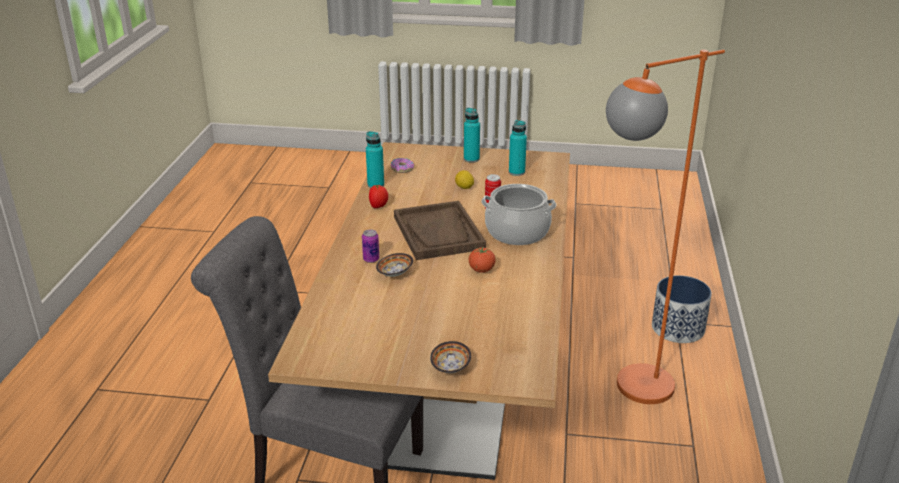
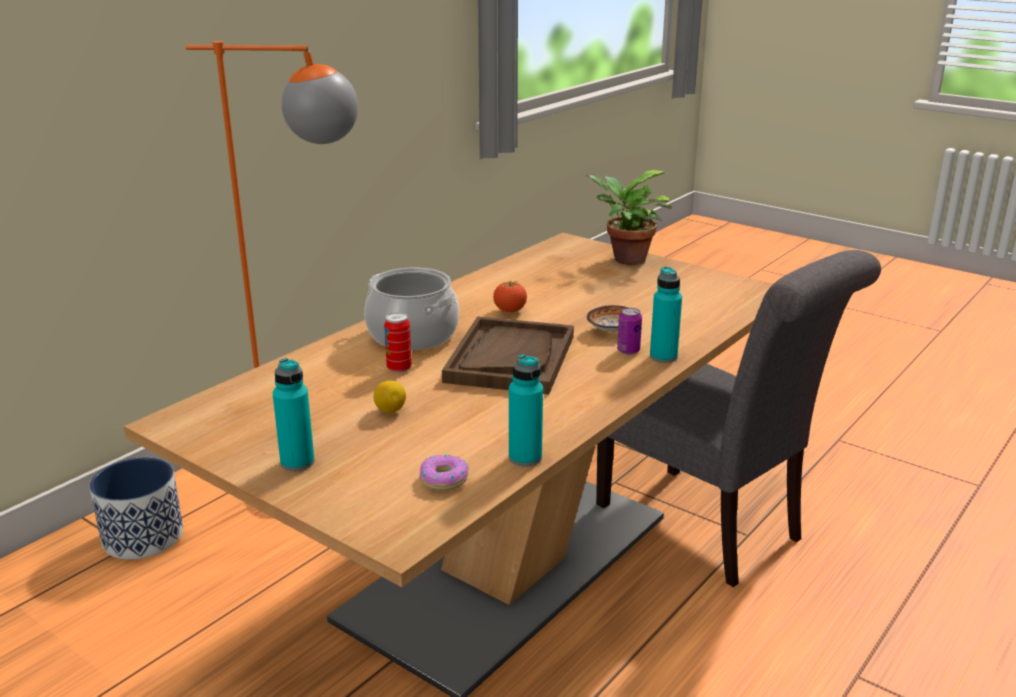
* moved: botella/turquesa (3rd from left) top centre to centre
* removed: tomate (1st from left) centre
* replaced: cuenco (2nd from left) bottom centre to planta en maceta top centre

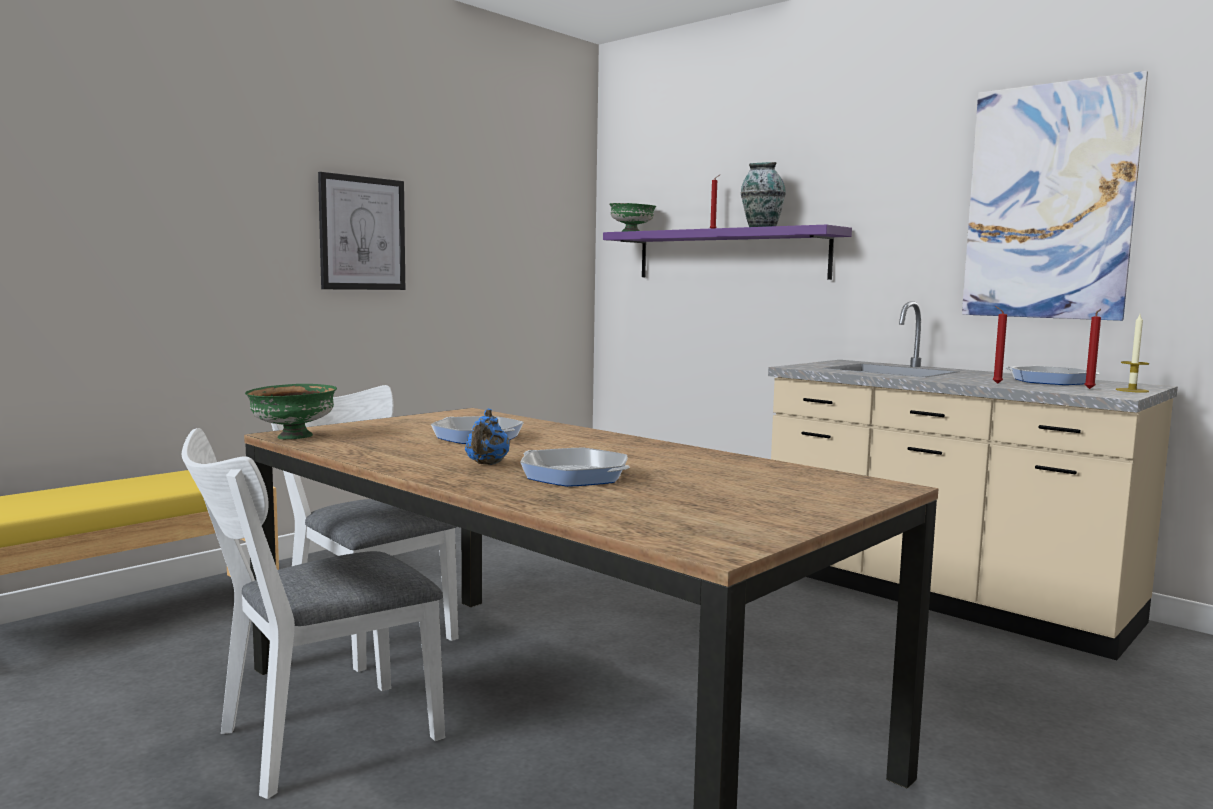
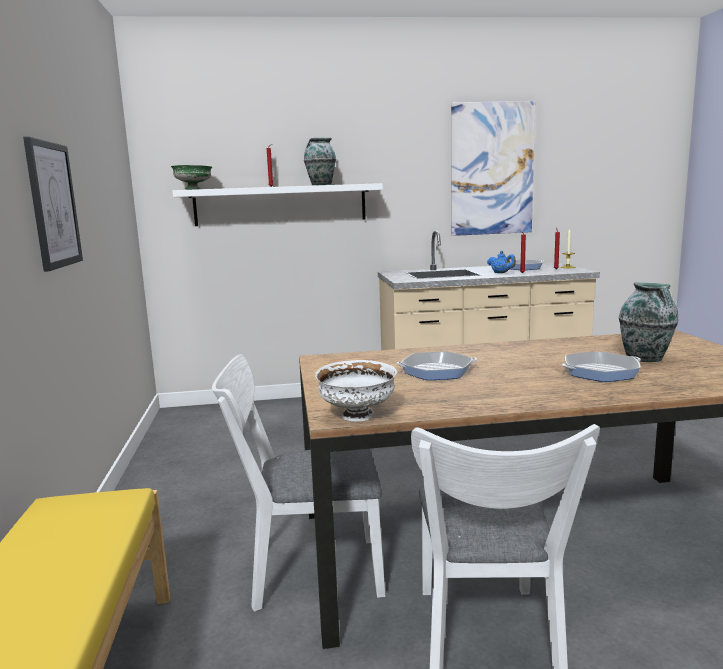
* recoloured: estante/morado top centre to estante/blanco top centre
* recoloured: cuenco/verde (1st from left) middle left to cuenco/blanco centre
* moved: tetera/azul centre to middle right
* added: florero (2nd from left) middle right

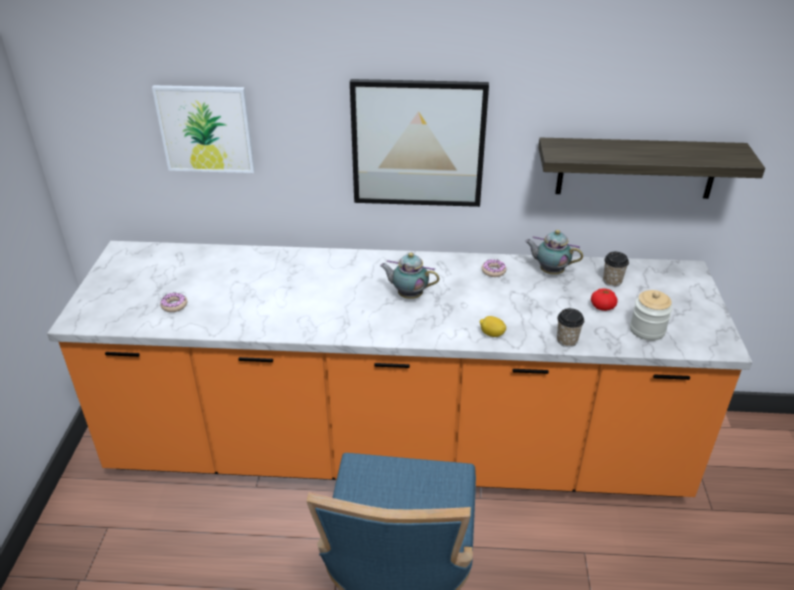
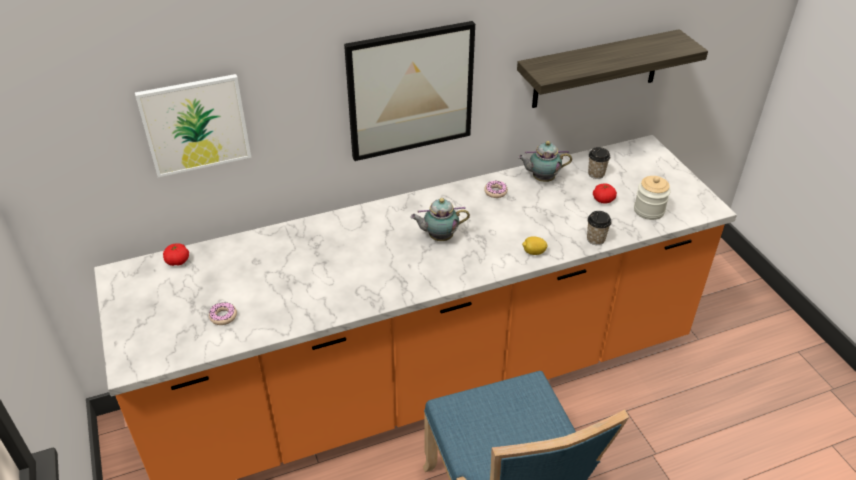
* added: tomate (1st from left) middle left

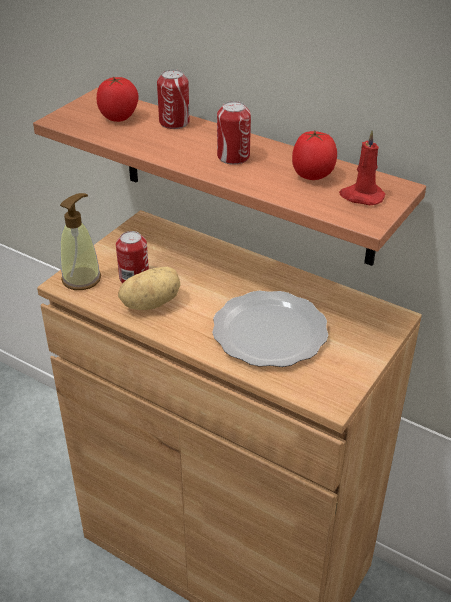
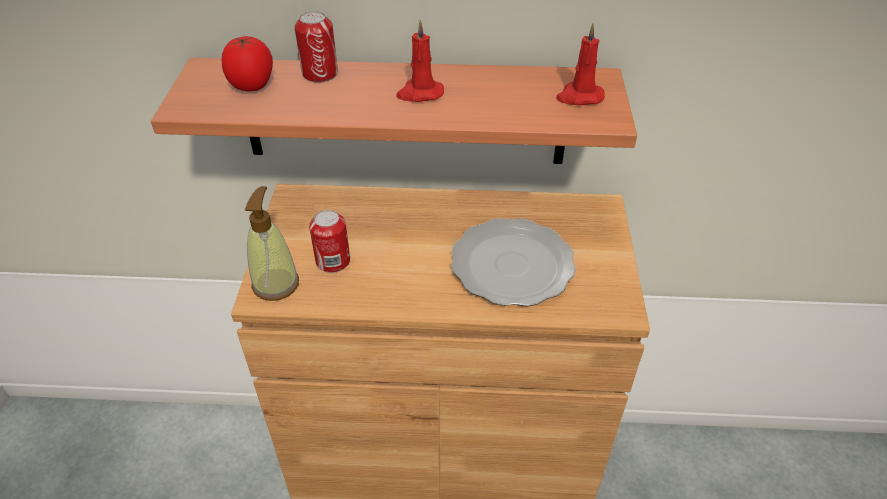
* replaced: lata (3rd from left) top centre to vela/rojo (1st from left) top centre
* removed: tomate (2nd from left) top right
* removed: patata middle left

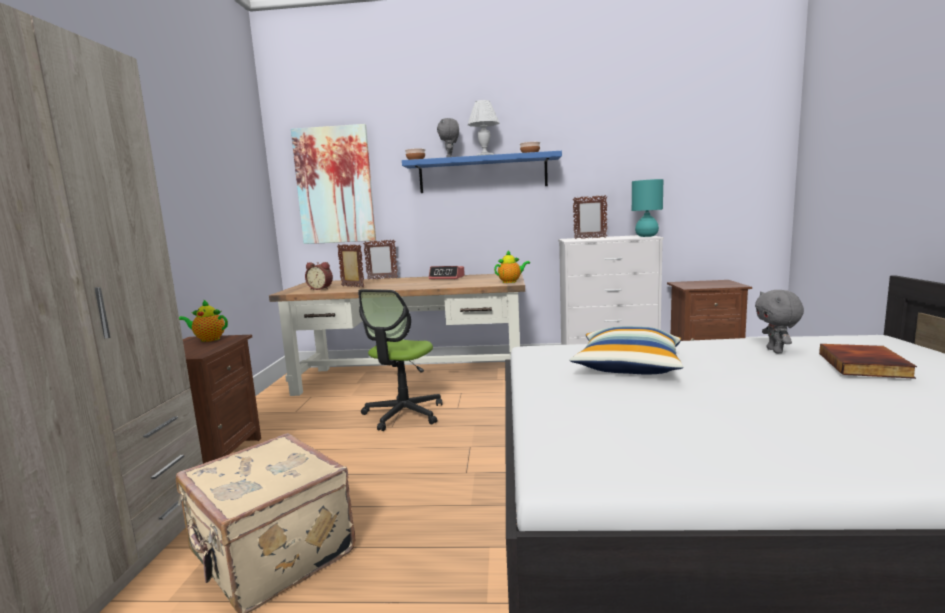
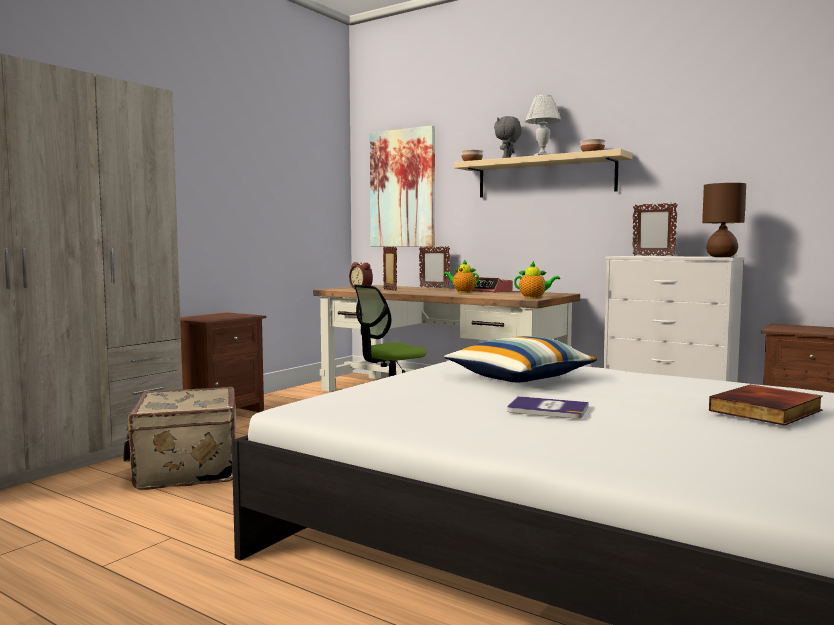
* recoloured: estante/azul top centre to estante/beis top centre
* recoloured: lámpara de mesa/turquesa middle right to lámpara de mesa/marrón middle right
* removed: peluche/gris (2nd from left) middle right
* moved: tetera (1st from left) middle left to centre
* added: libro (1st from left) centre

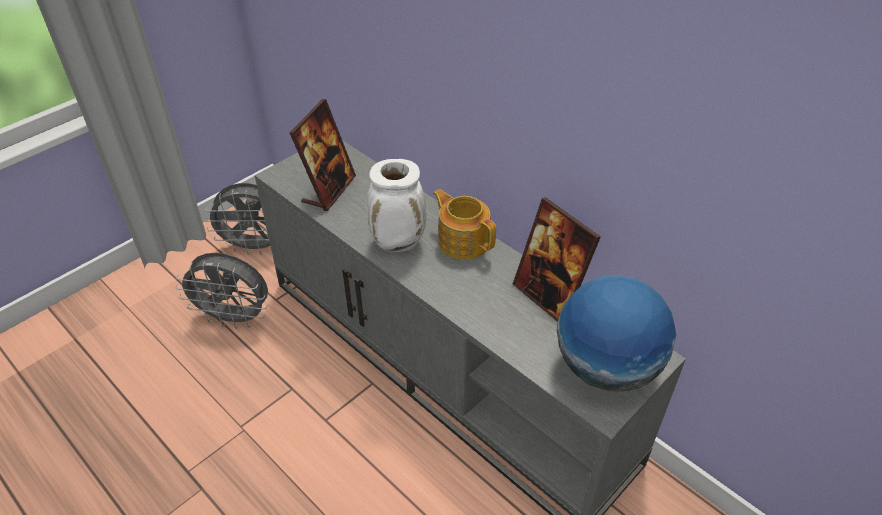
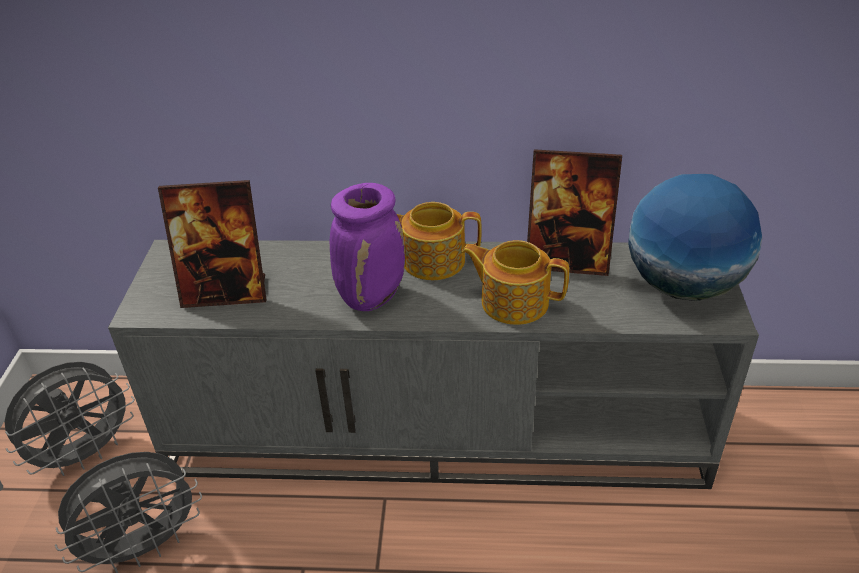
* turned: portarretratos (1st from left) top centre = middle left 105 degrees clockwise
* recoloured: florero/blanco centre to florero/morado centre
* added: tetera (2nd from left) centre

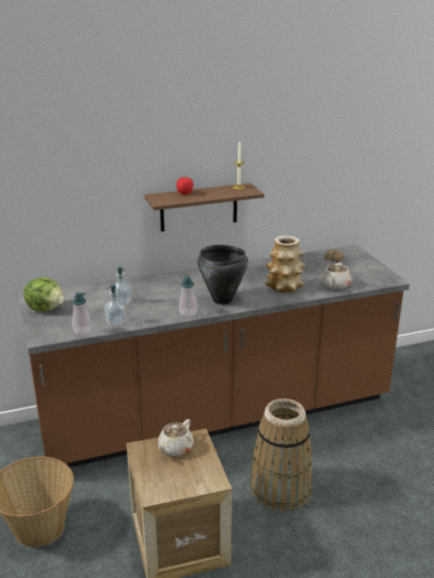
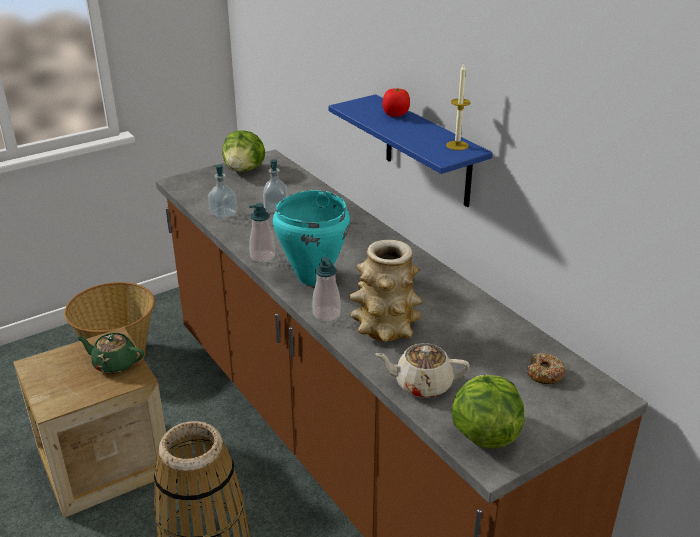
* recoloured: estante/marrón centre to estante/azul top centre
* recoloured: olla/negro centre to olla/turquesa centre
* moved: dispensador de jabón (1st from left in the first image) middle left to dispensador de jabón (4th from left) centre
* recoloured: tetera/beis (1st from left) bottom centre to tetera/verde middle left
* added: lechuga (2nd from left) bottom right

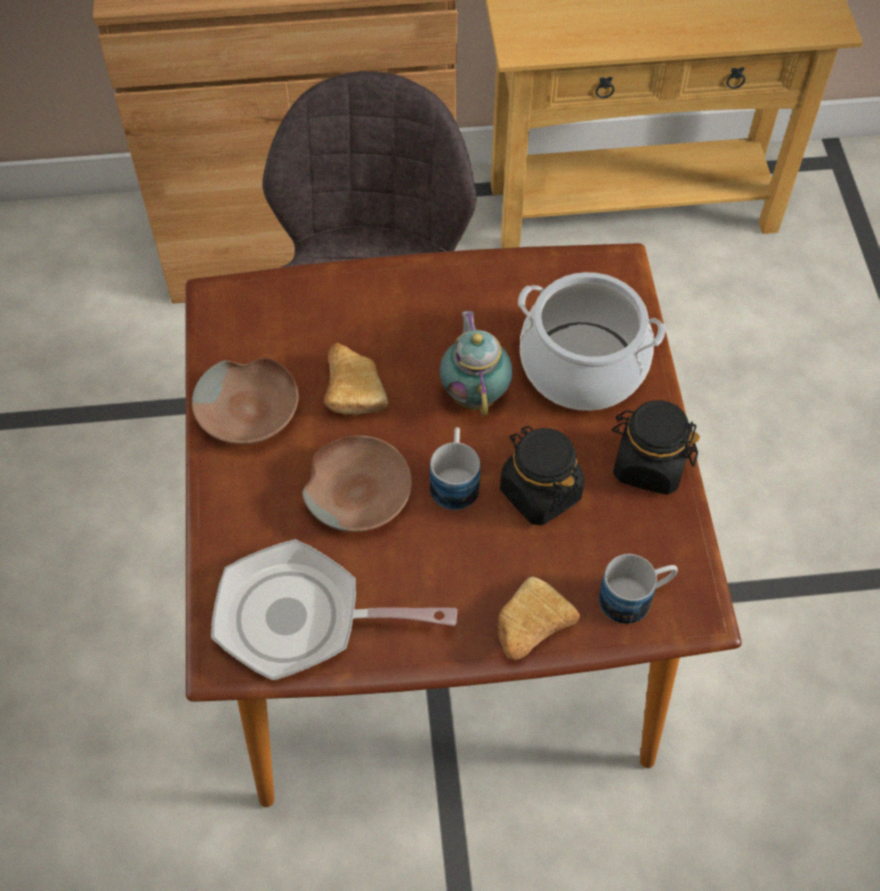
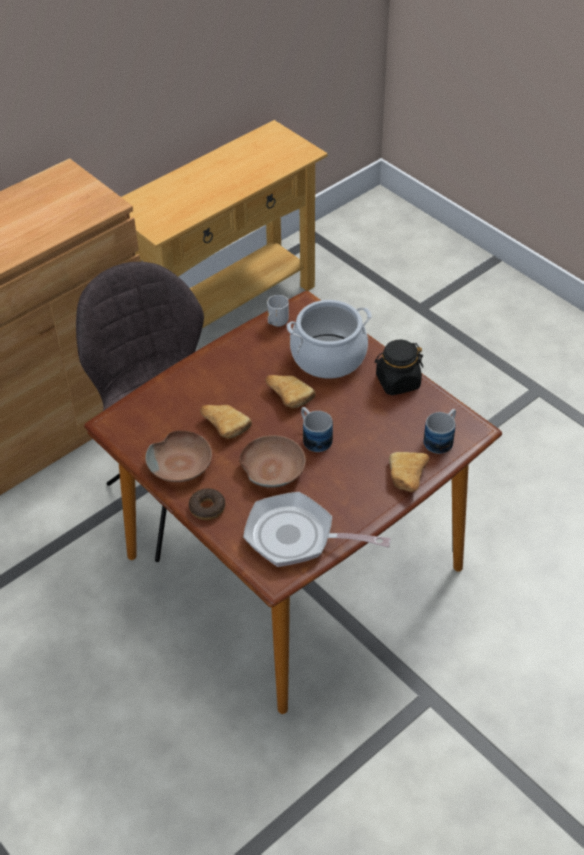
* replaced: tetera centre to pan (2nd from left) centre
* removed: tarro/negro (1st from left) centre
* turned: sartén bottom centre = centre 45 degrees clockwise
* added: taza grande (1st from left) centre
* added: rosquilla centre

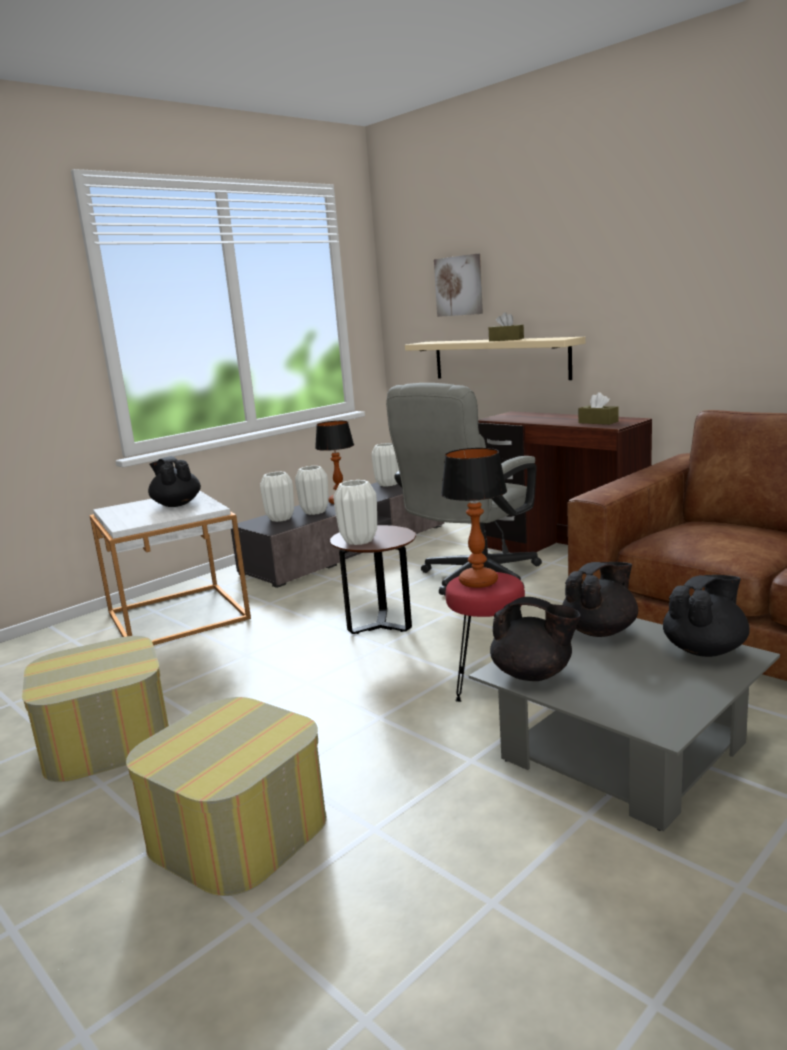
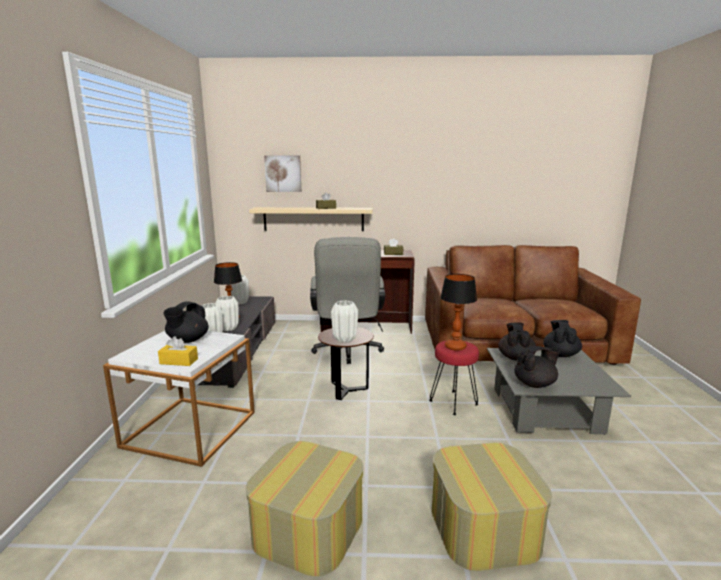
* turned: tetera/negro (1st from left) middle left = middle left 75 degrees counterclockwise
* added: caja de pañuelos/amarillo middle left

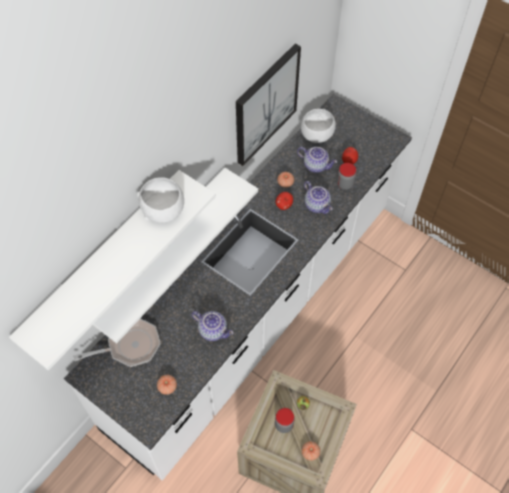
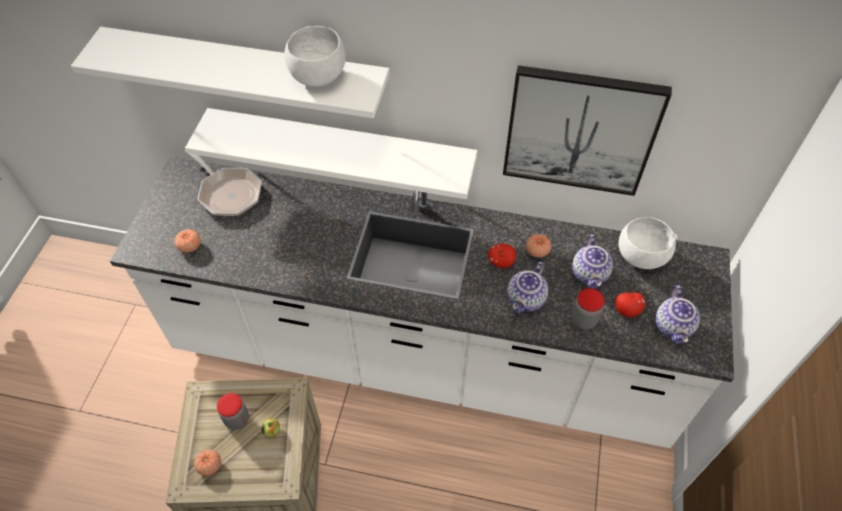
* moved: tetera (1st from left in the first image) centre to tetera (3rd from left) middle right

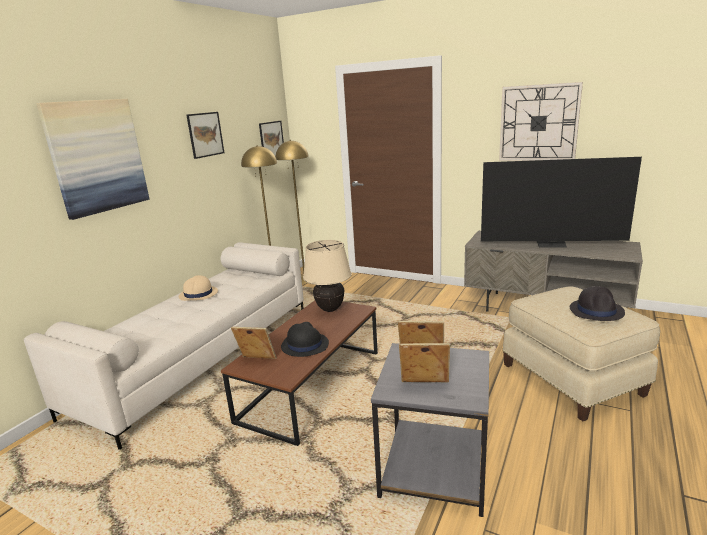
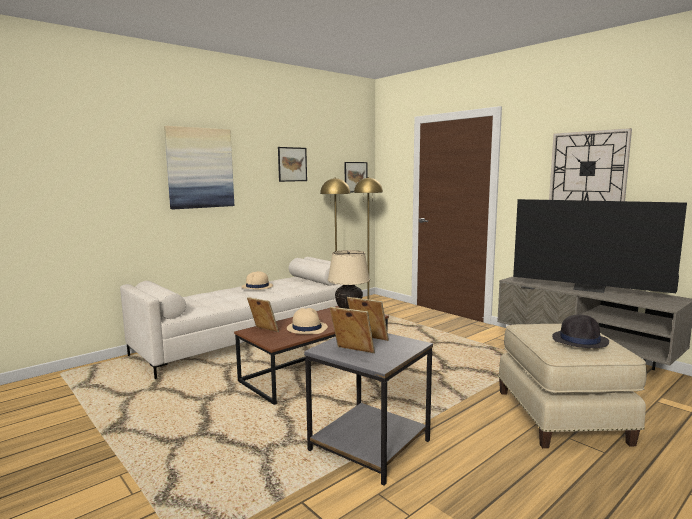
* recoloured: sombrero/negro (1st from left) centre to sombrero/beis (2nd from left) centre

